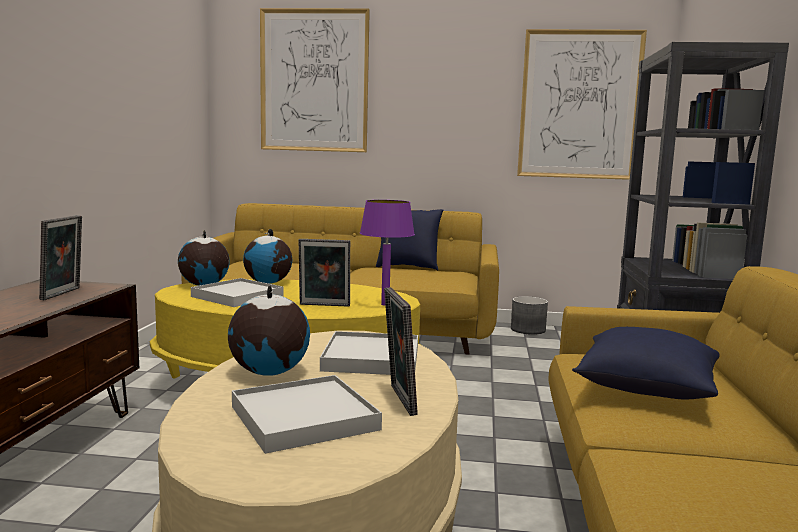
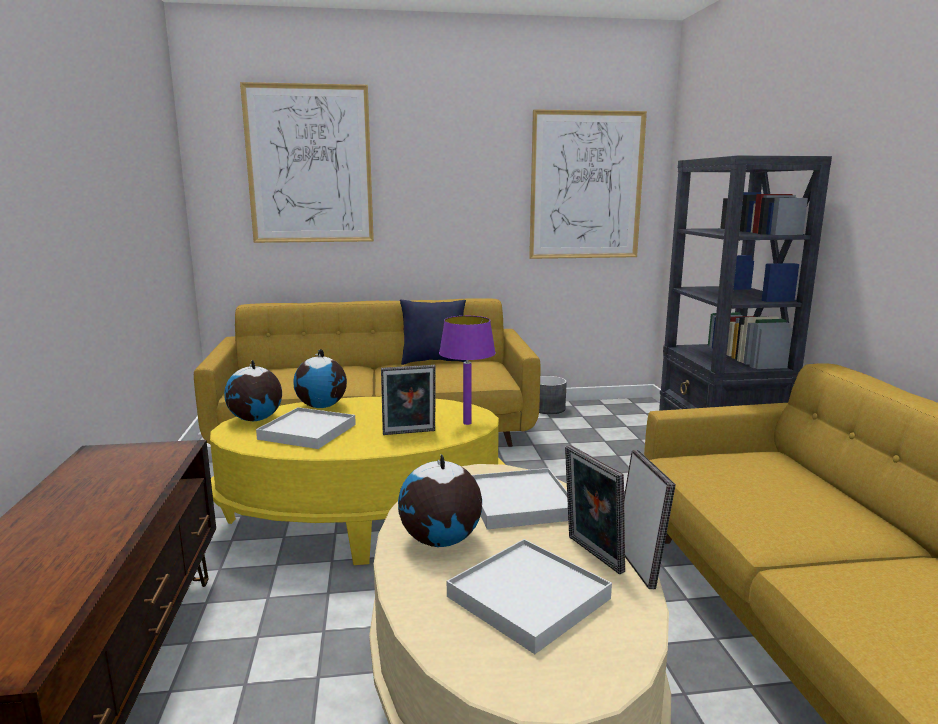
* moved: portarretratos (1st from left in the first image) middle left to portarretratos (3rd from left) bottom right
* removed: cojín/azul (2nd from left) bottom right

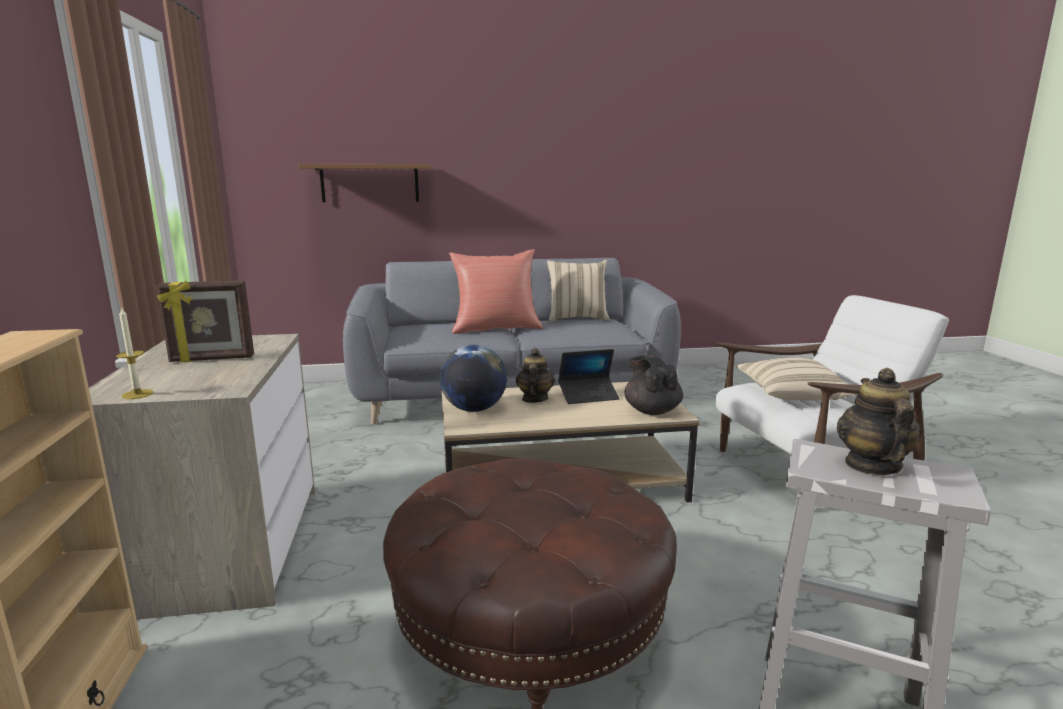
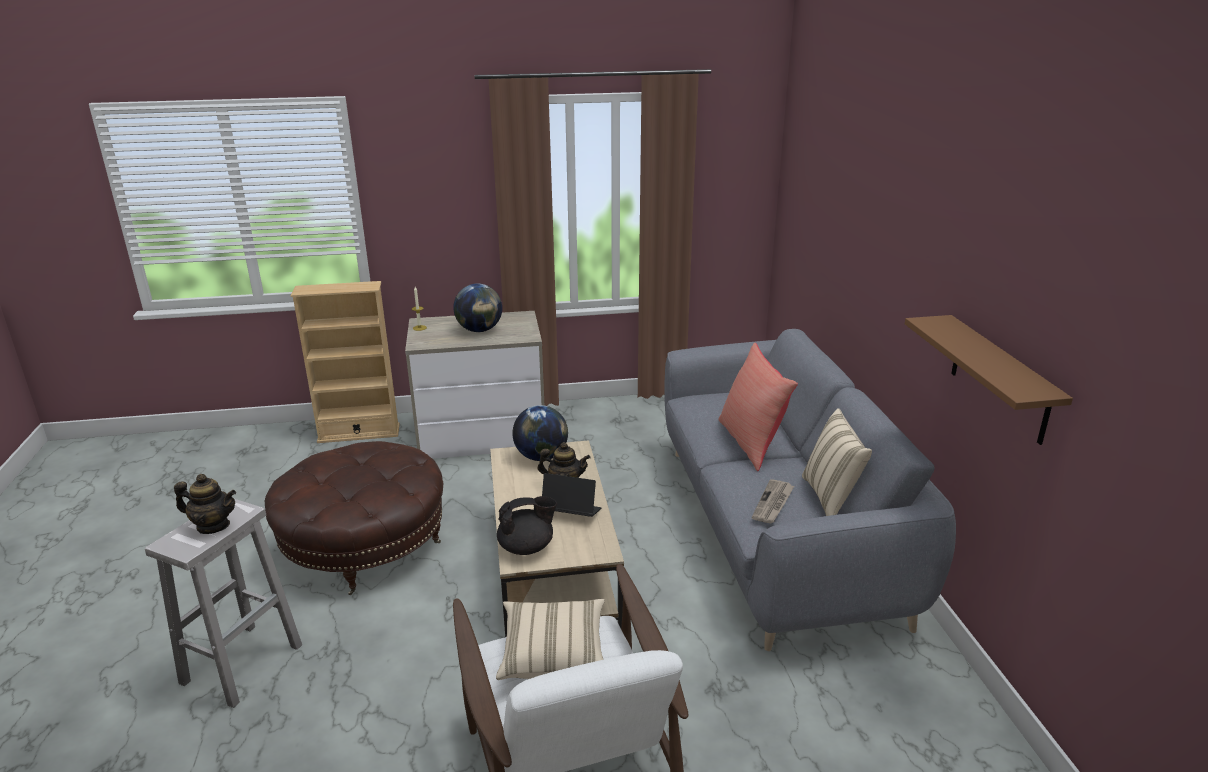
* moved: estante/marrón top centre to middle right
* replaced: portarretratos middle left to globo terráqueo (1st from left) centre
* turned: portátil centre = centre 120 degrees clockwise
* added: periódico centre

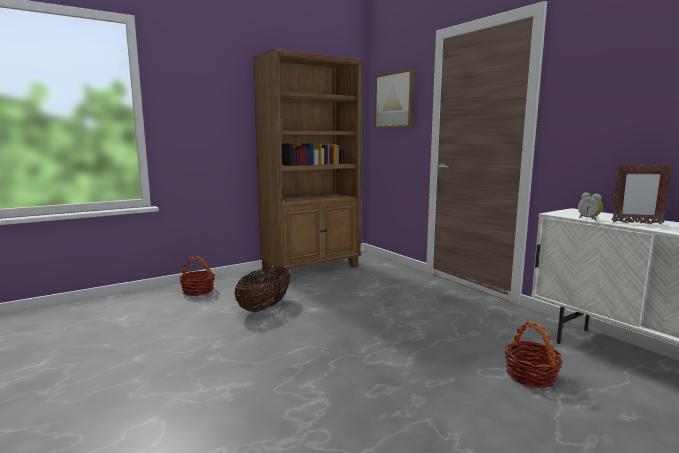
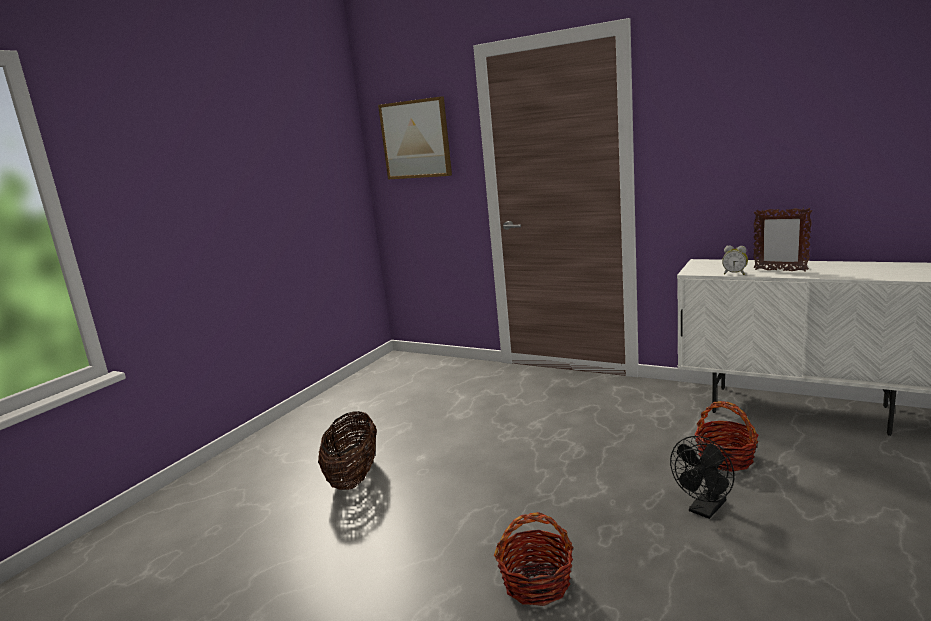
* removed: estantería/marrón centre
* turned: portarretratos middle right = middle right 45 degrees clockwise
* moved: cesta (1st from left in the first image) middle left to cesta (2nd from left) bottom centre
* added: ventilador/negro bottom right

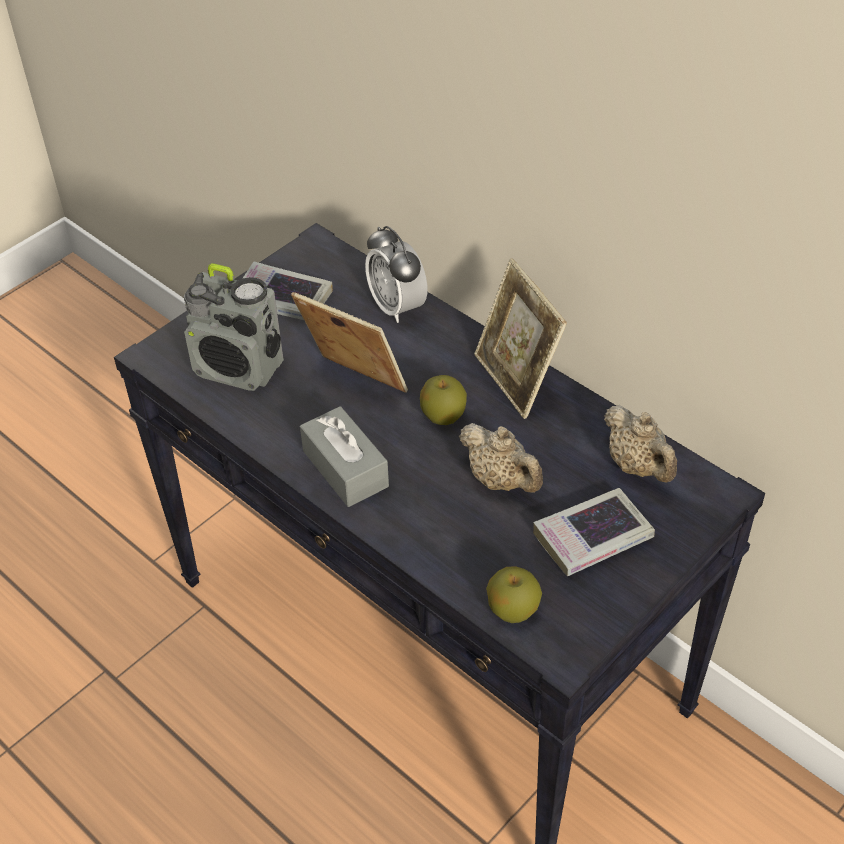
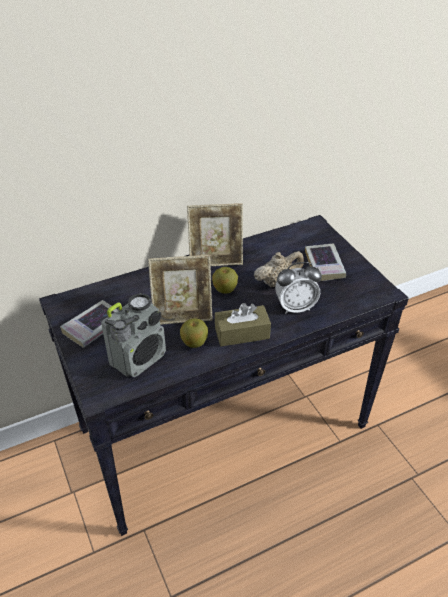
* moved: despertador top centre to centre
* turned: portarretratos (1st from left) centre = centre 150 degrees counterclockwise
* removed: tetera/beis (2nd from left) middle right
* recoloured: caja de pañuelos/gris centre to caja de pañuelos/marrón centre
* moved: manzana (2nd from left in the first image) bottom centre to manzana (1st from left) centre

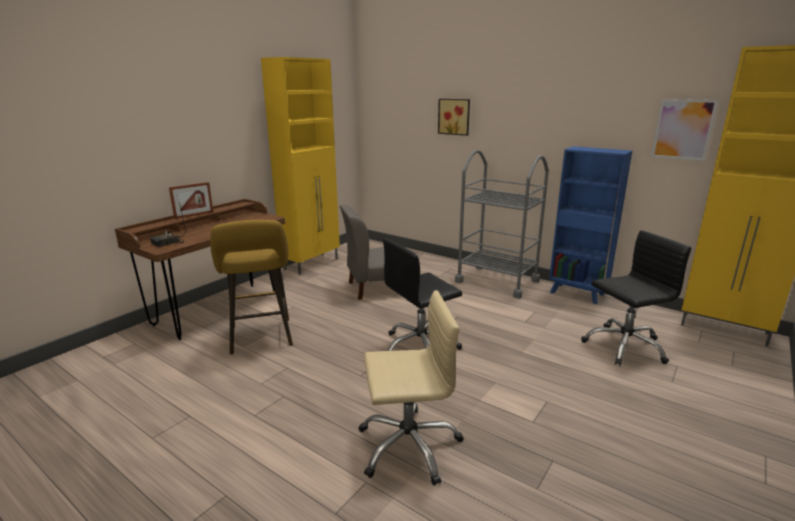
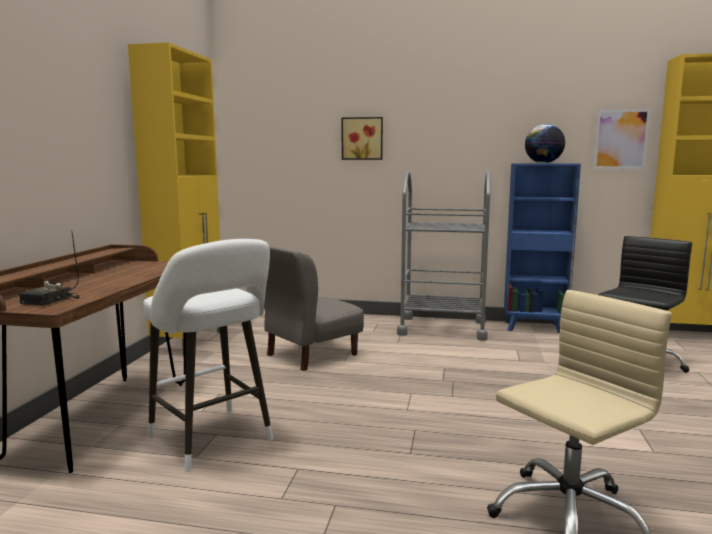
* removed: portarretratos middle left
* recoloured: taburete/amarillo middle left to taburete/blanco middle left
* removed: silla de oficina/negro (1st from left) centre
* added: globo terráqueo top right

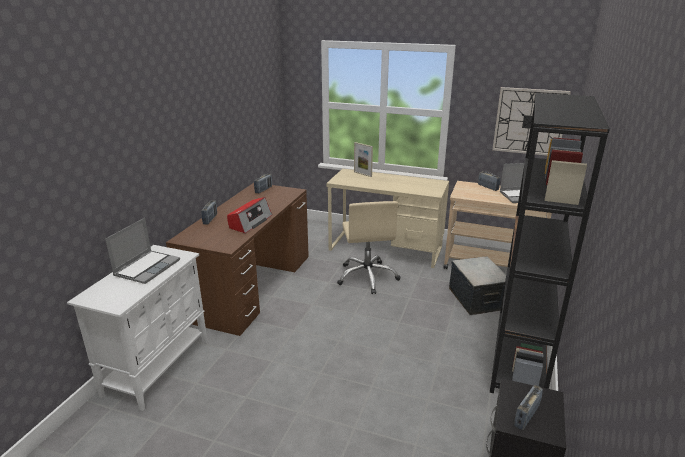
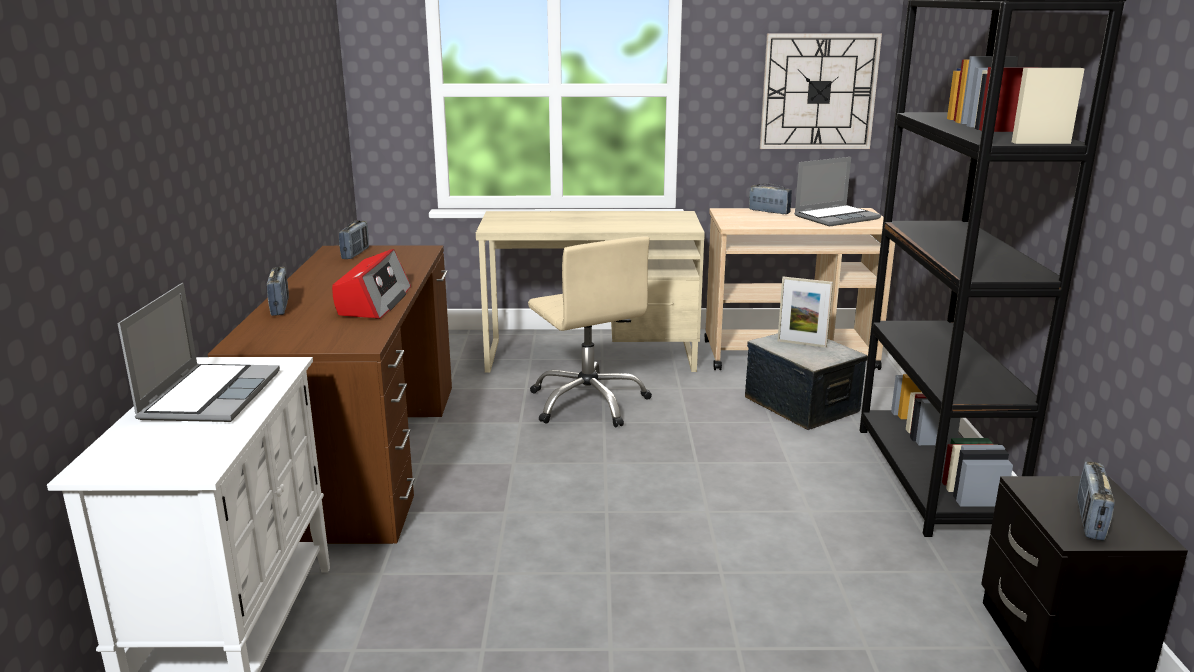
* moved: portarretratos centre to middle right

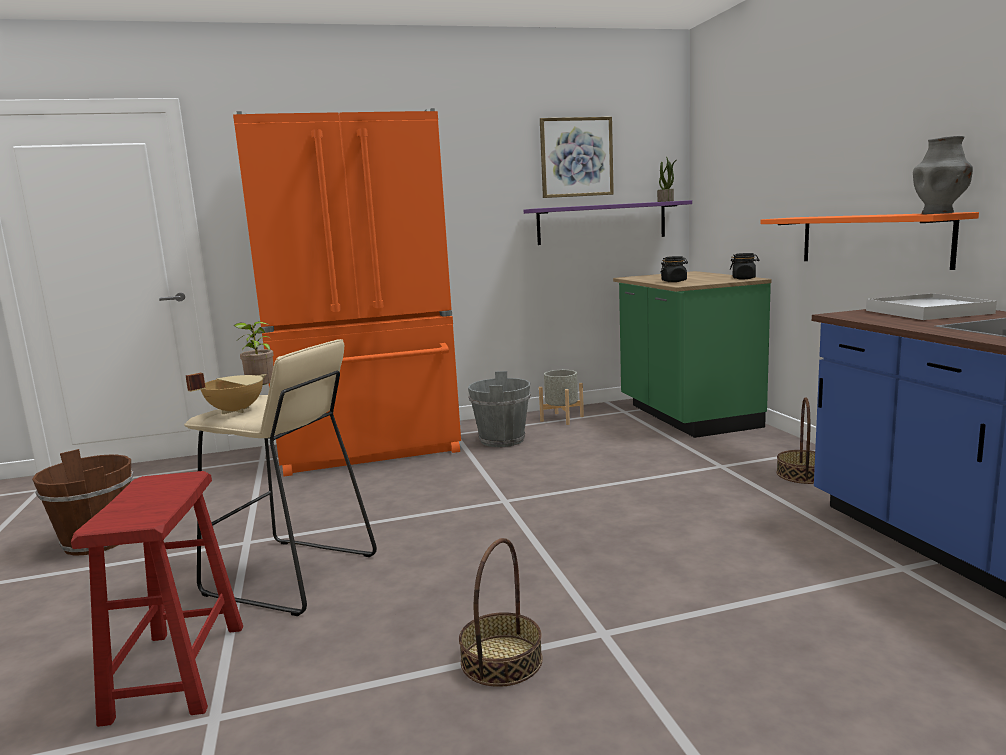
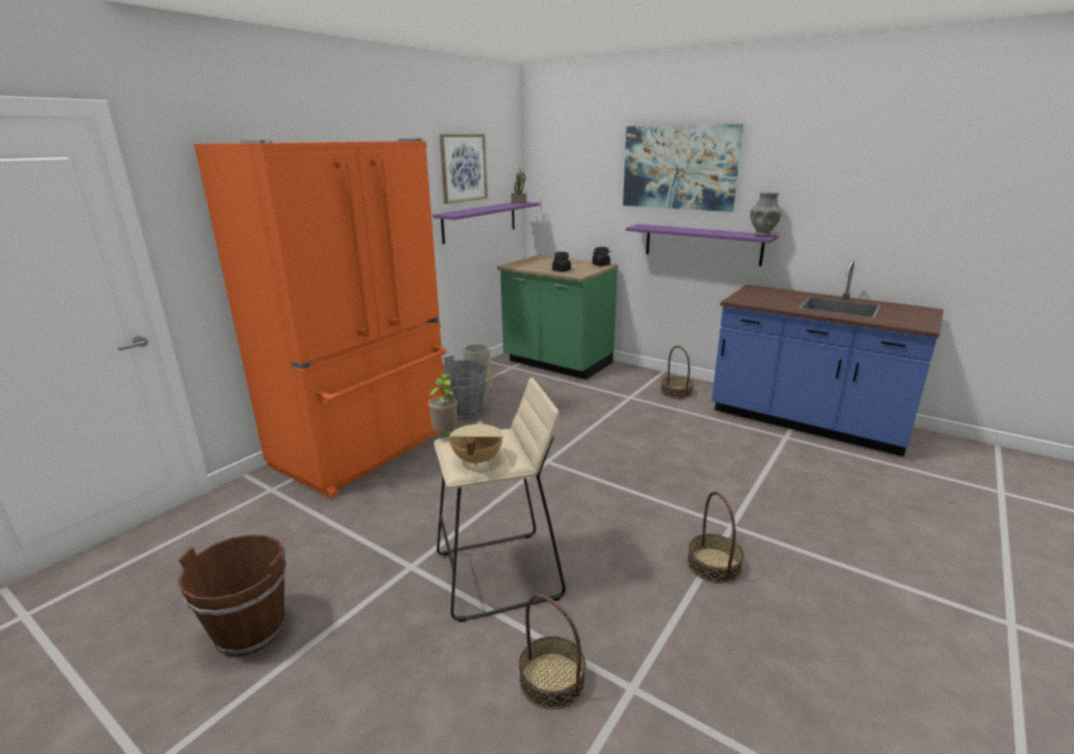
* recoloured: estante/naranja top right to estante/morado (2nd from left) top centre
* removed: bandeja/blanco middle right
* replaced: taburete/rojo bottom left to cesta (1st from left) bottom centre
* added: cuadro (2nd from left) top centre

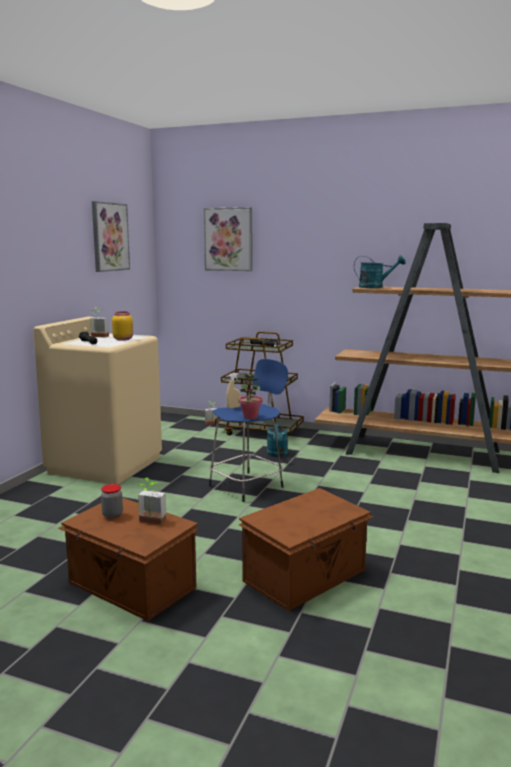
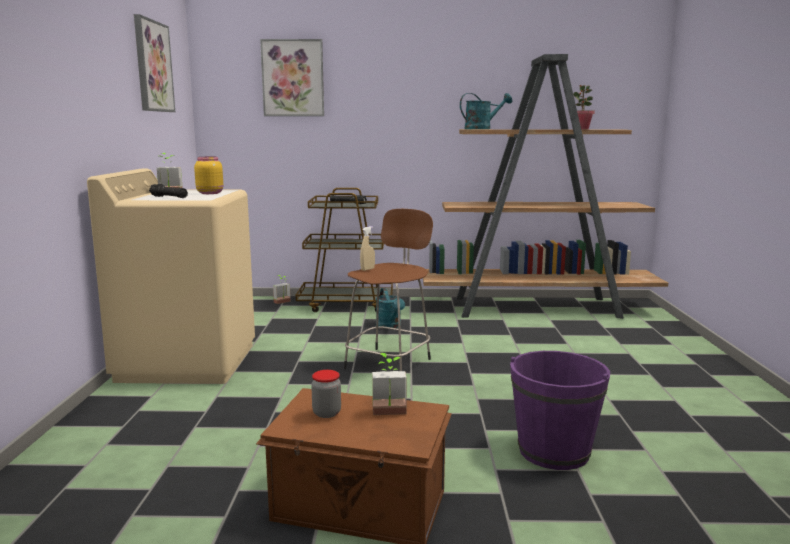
* recoloured: taburete/azul centre to taburete/marrón centre
* moved: planta en maceta (4th from left) centre to top right
* replaced: caja de almacenaje/marrón (2nd from left) bottom centre to cubo/morado bottom right

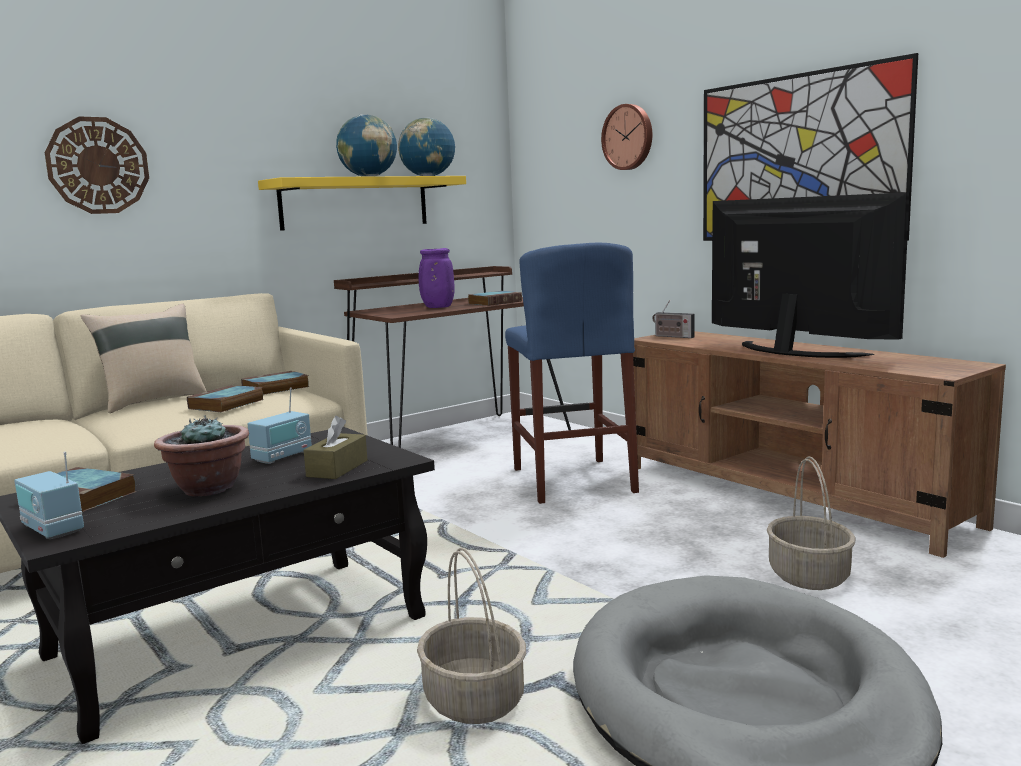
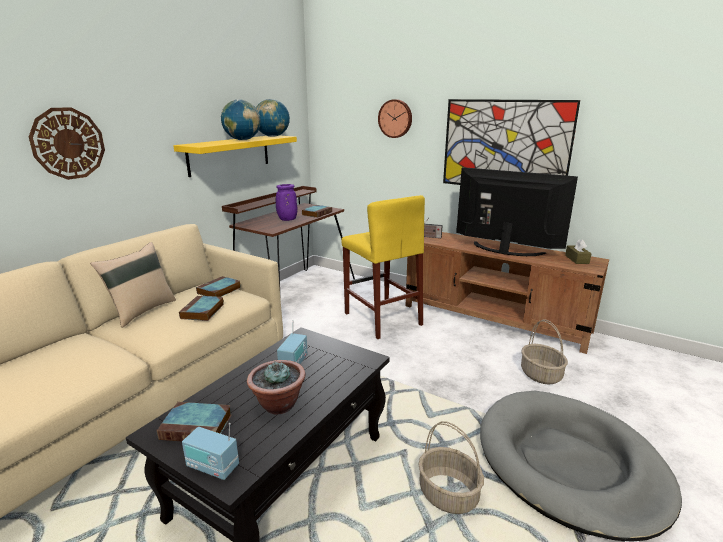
* recoloured: taburete/azul centre to taburete/amarillo centre
* moved: caja de pañuelos/marrón middle left to middle right

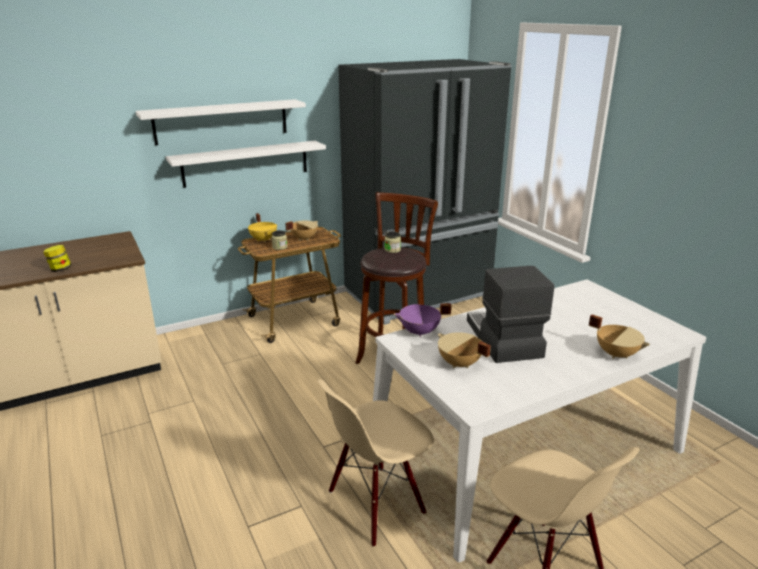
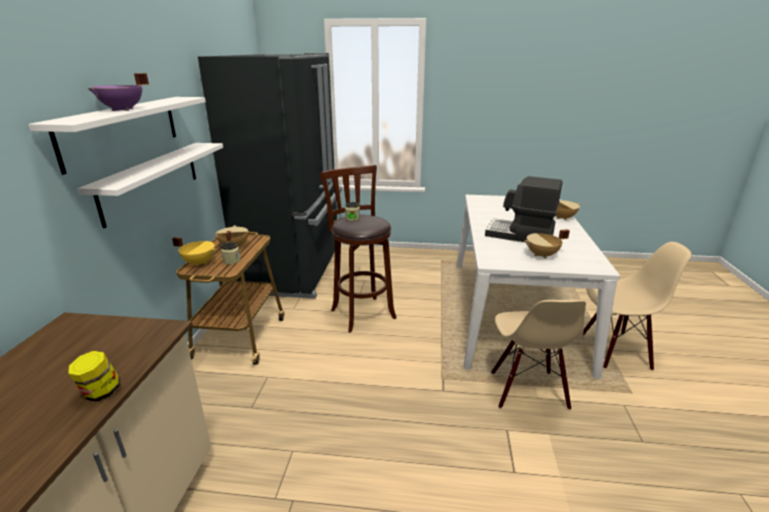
* moved: olla/morado centre to top left

